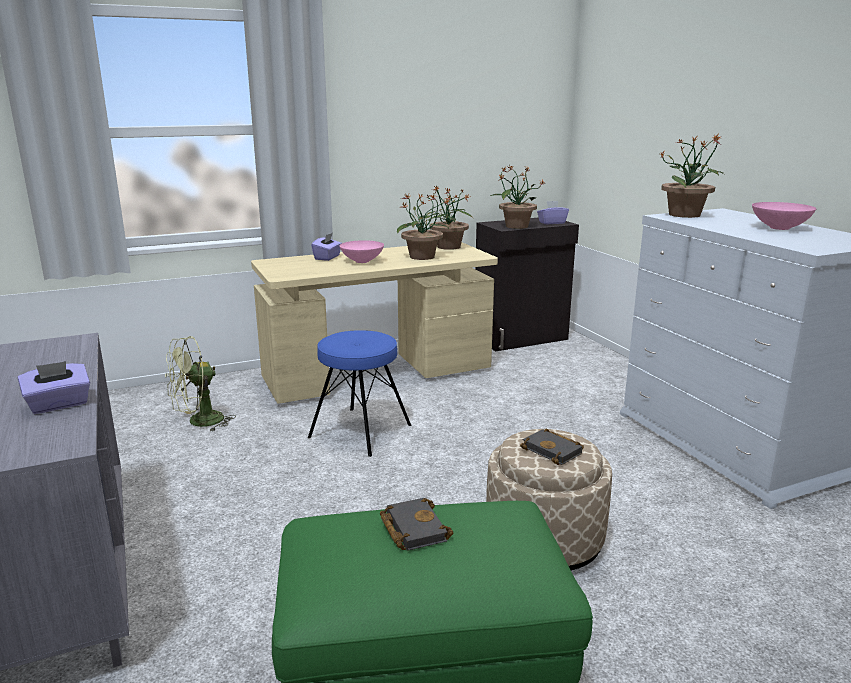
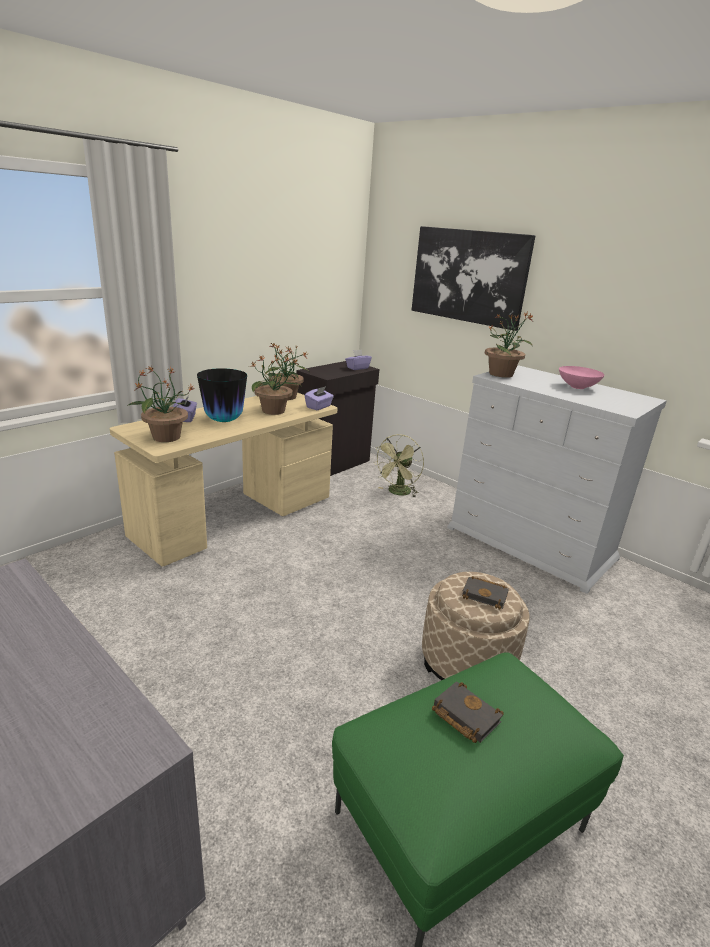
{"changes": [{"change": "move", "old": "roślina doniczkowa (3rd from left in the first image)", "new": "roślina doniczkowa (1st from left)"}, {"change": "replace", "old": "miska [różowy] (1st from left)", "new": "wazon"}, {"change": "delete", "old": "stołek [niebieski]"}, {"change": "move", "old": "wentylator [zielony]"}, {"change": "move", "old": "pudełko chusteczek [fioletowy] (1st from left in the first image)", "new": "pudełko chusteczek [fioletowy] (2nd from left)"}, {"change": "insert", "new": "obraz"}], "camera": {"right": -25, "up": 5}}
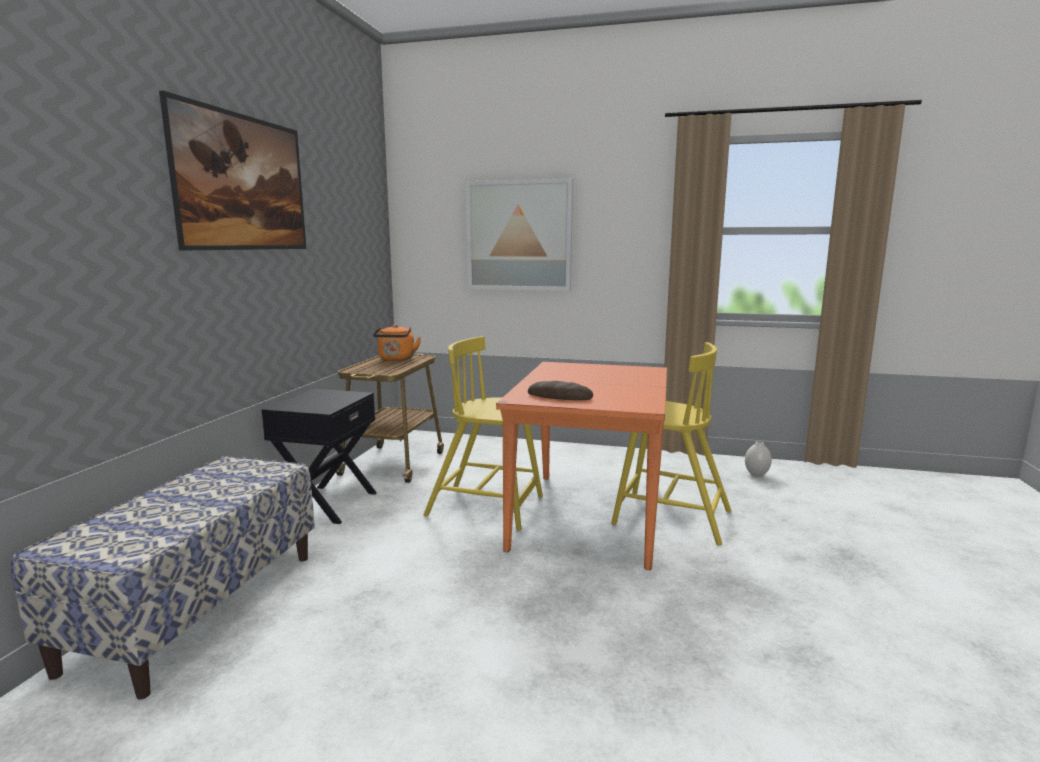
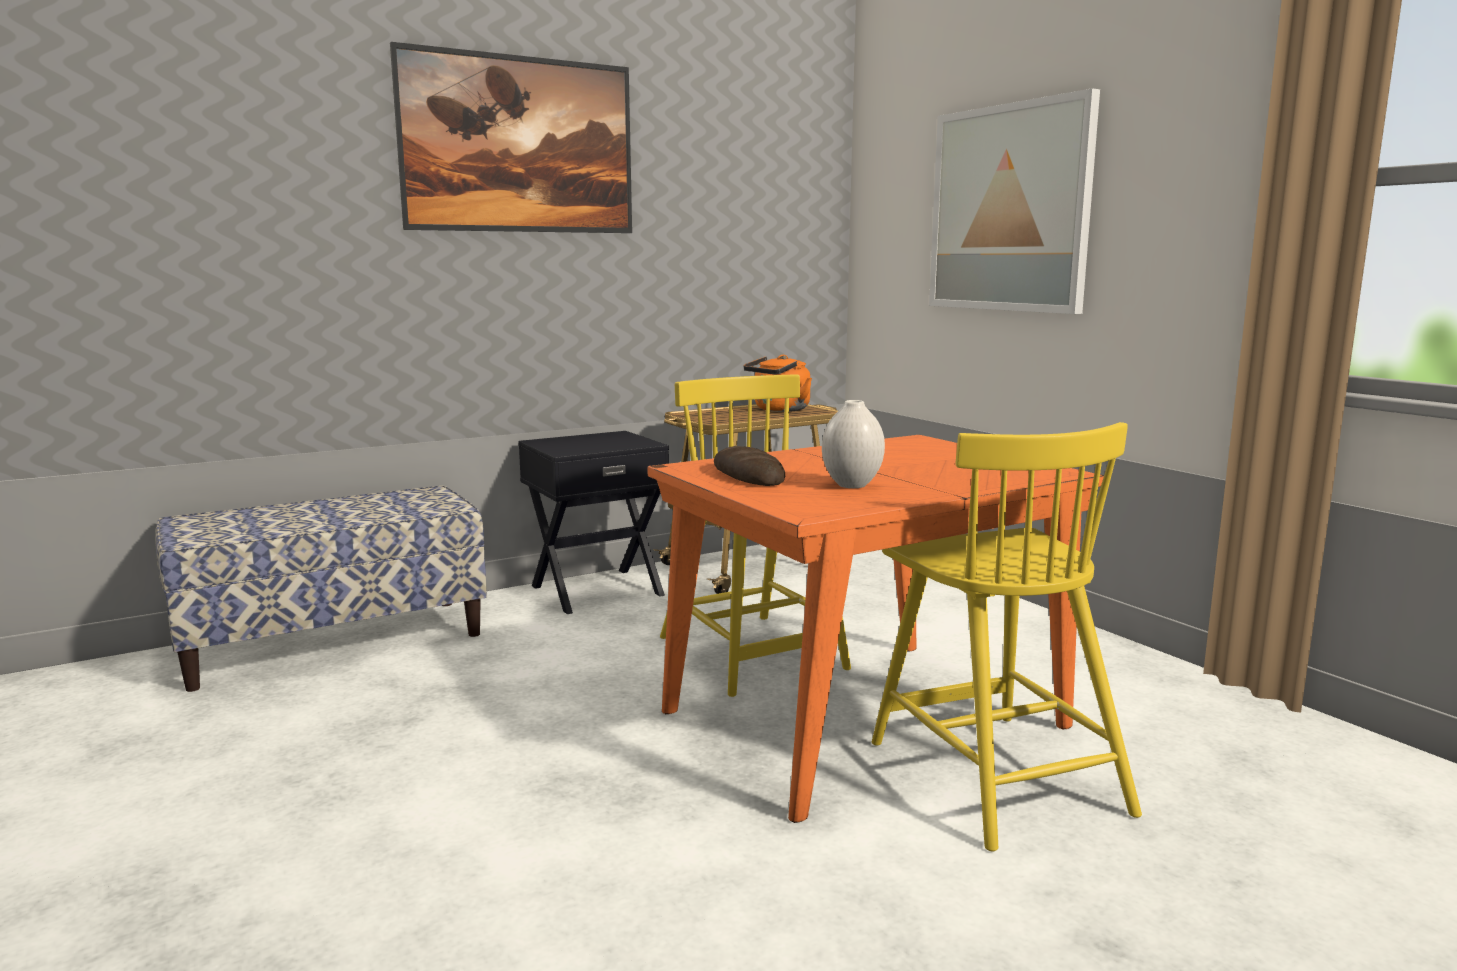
{"changes": [{"change": "move", "old": "wazon [biały]"}], "camera": {"right": 45, "up": 0}}
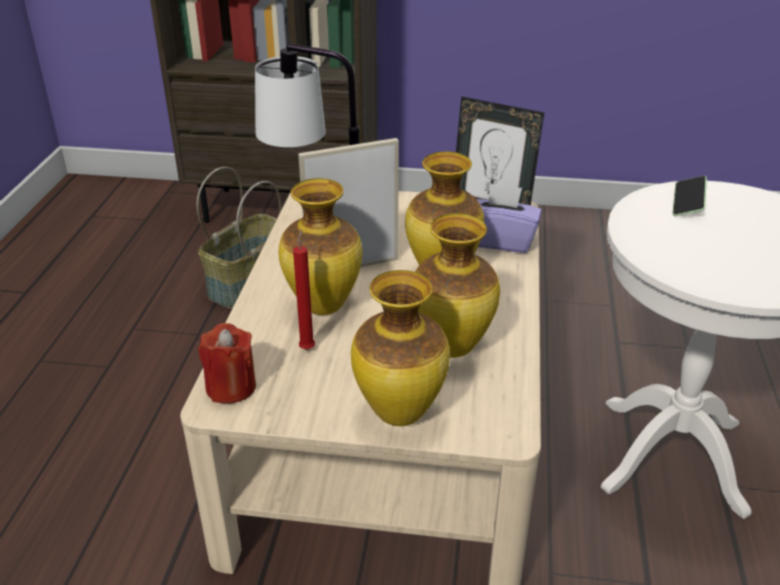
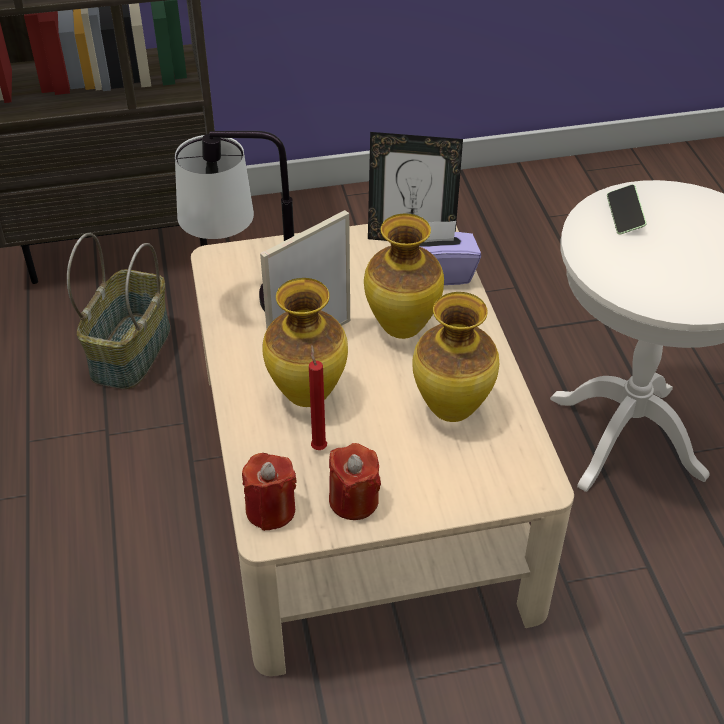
{"changes": [{"change": "delete", "old": "wazon (2nd from left)"}, {"change": "insert", "new": "świeca [czerwony] (3rd from left)"}], "camera": {"right": -20, "up": 10}}
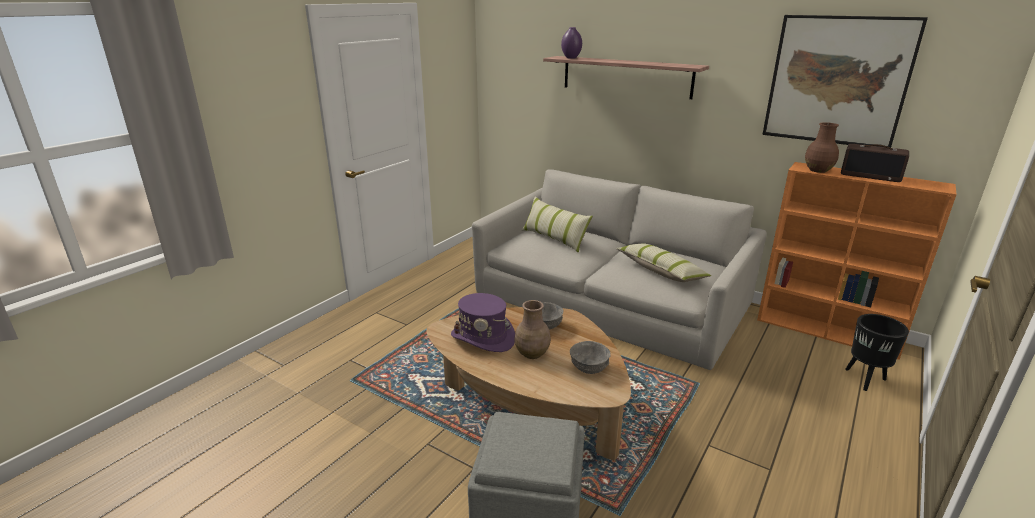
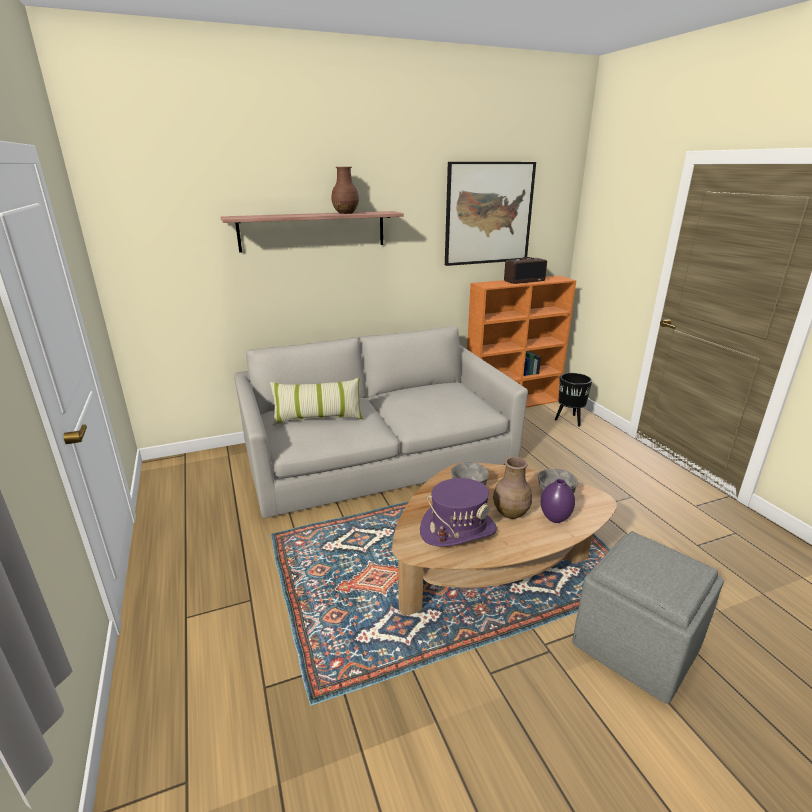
{"changes": [{"change": "move", "old": "wazon [fioletowy]"}, {"change": "move", "old": "wazon [brązowy] (2nd from left in the first image)", "new": "wazon [brązowy] (1st from left)"}, {"change": "delete", "old": "poduszka (2nd from left)"}], "camera": {"right": -55, "up": 0}}
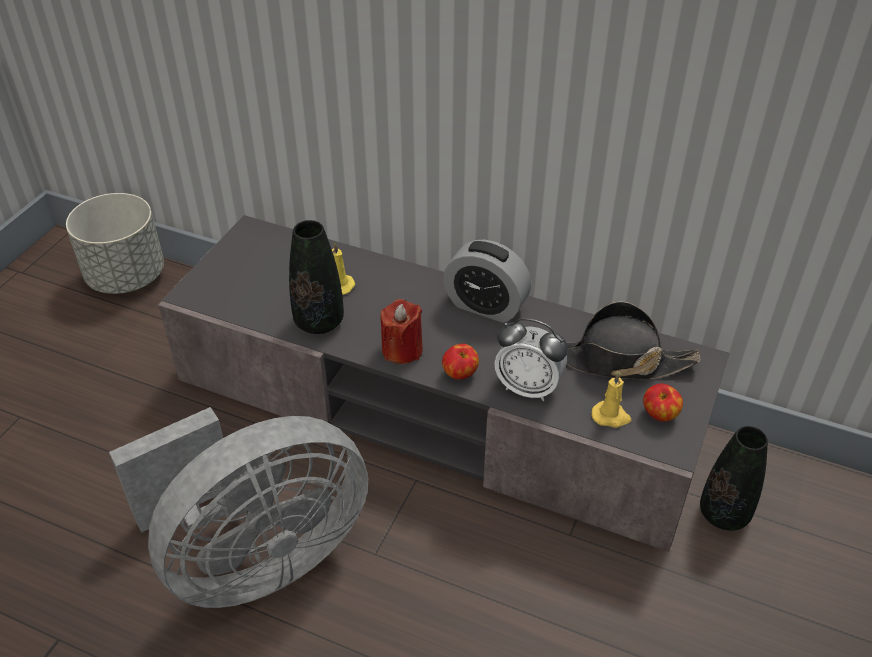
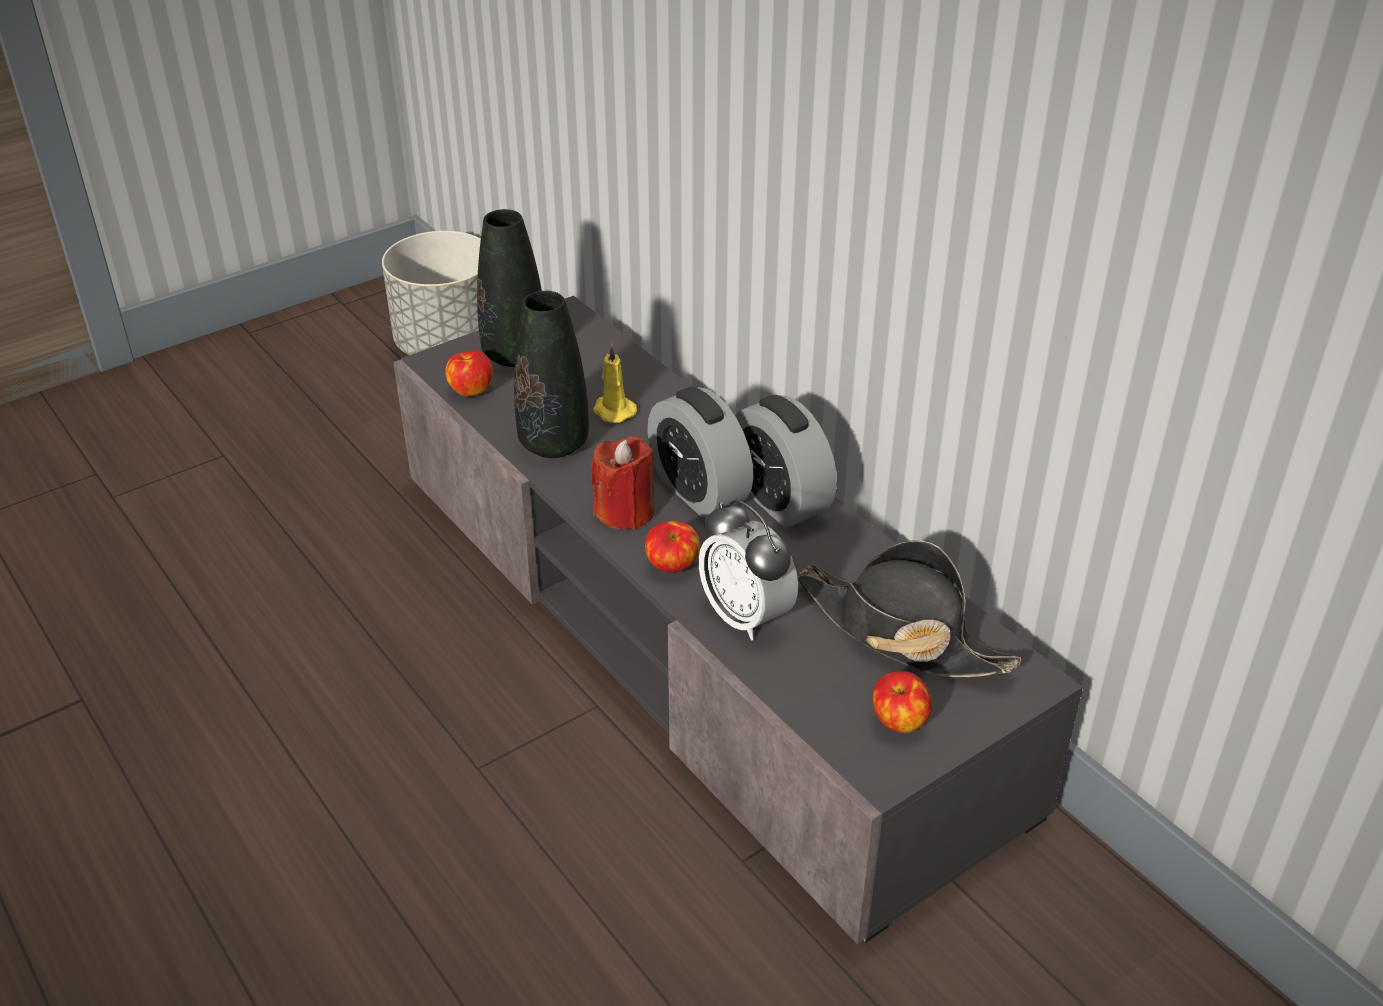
{"changes": [{"change": "delete", "old": "świeca [żółty] (2nd from left)"}, {"change": "delete", "old": "wentylator [szary]"}, {"change": "move", "old": "wazon [czarny] (2nd from left in the first image)", "new": "wazon [czarny] (1st from left)"}, {"change": "insert", "new": "jabłko (1st from left)"}, {"change": "insert", "new": "budzik (1st from left)"}], "camera": {"right": 30, "up": -5}}
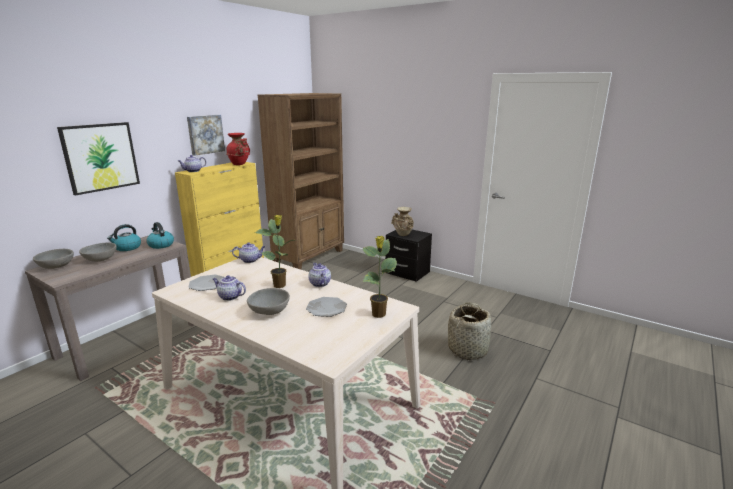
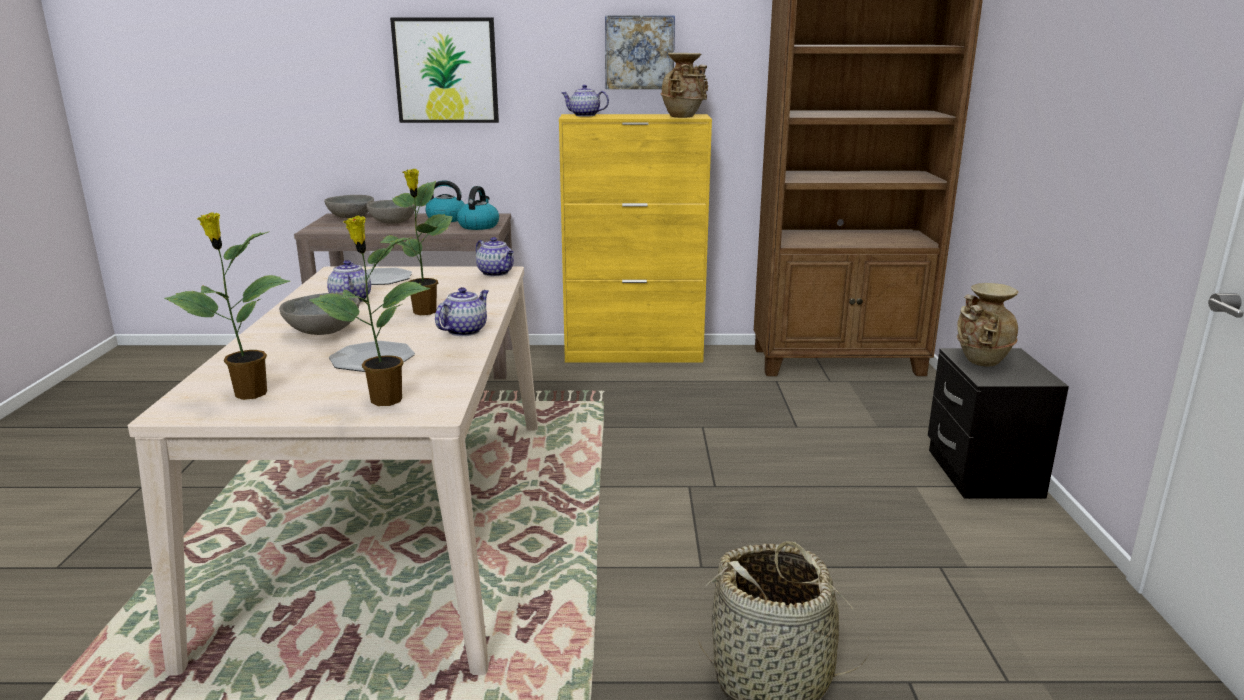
{"changes": [{"change": "recolor", "old": "wazon [czerwony]", "new": "wazon [beżowy] (1st from left)"}, {"change": "insert", "new": "roślina doniczkowa (1st from left)"}], "camera": {"right": 55, "up": 0}}
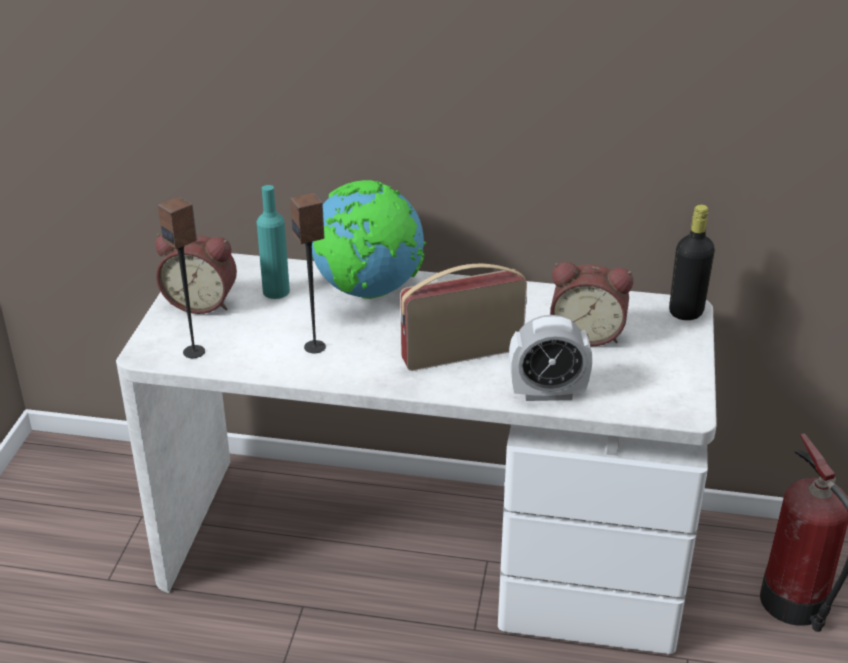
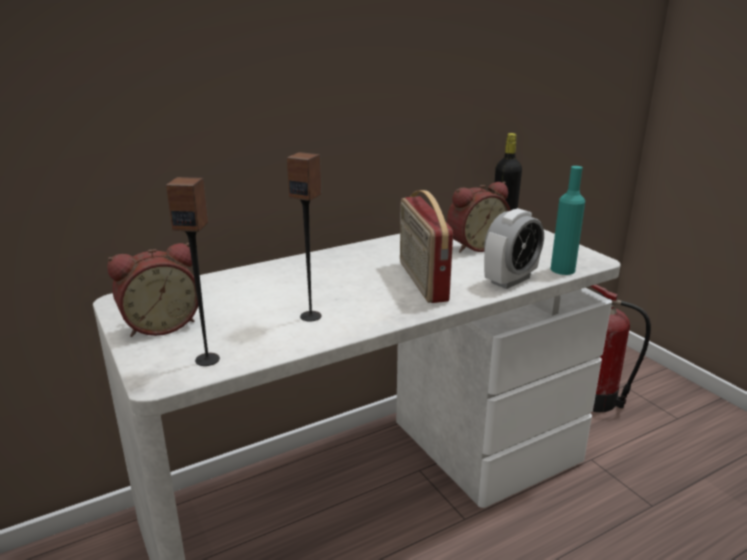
{"changes": [{"change": "delete", "old": "globus"}, {"change": "move", "old": "butelka [turkusowy]"}, {"change": "rotate", "old": "radio", "degrees": -45}], "camera": {"right": -40, "up": -10}}
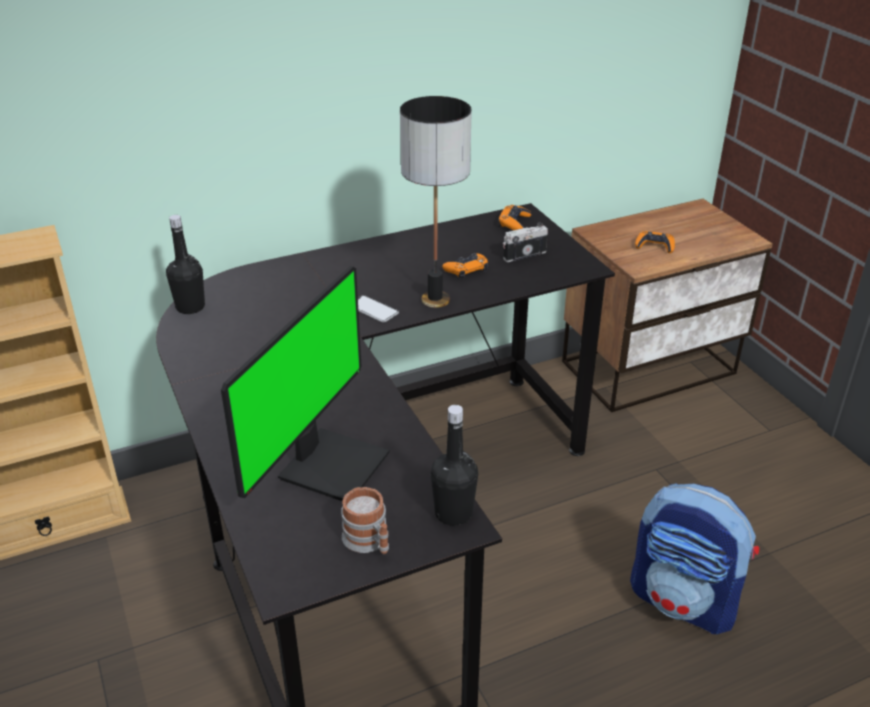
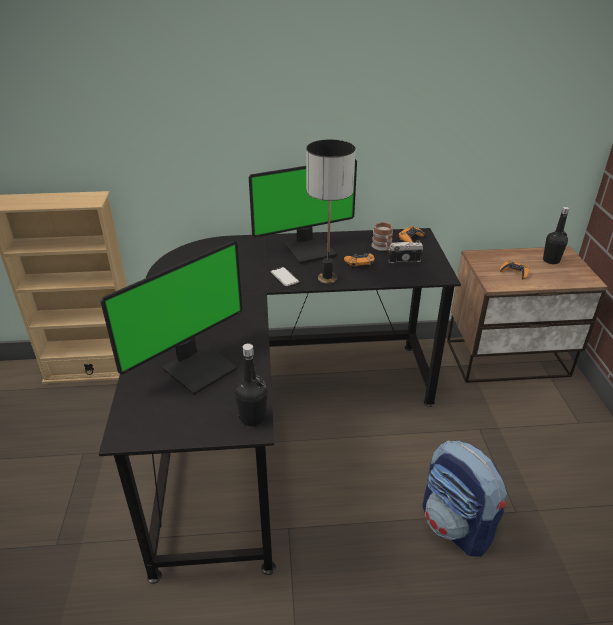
{"changes": [{"change": "move", "old": "butelka [czarny] (1st from left in the first image)", "new": "butelka [czarny] (2nd from left)"}, {"change": "move", "old": "kubek"}, {"change": "insert", "new": "monitor (2nd from left)"}], "camera": {"right": 20, "up": 0}}
